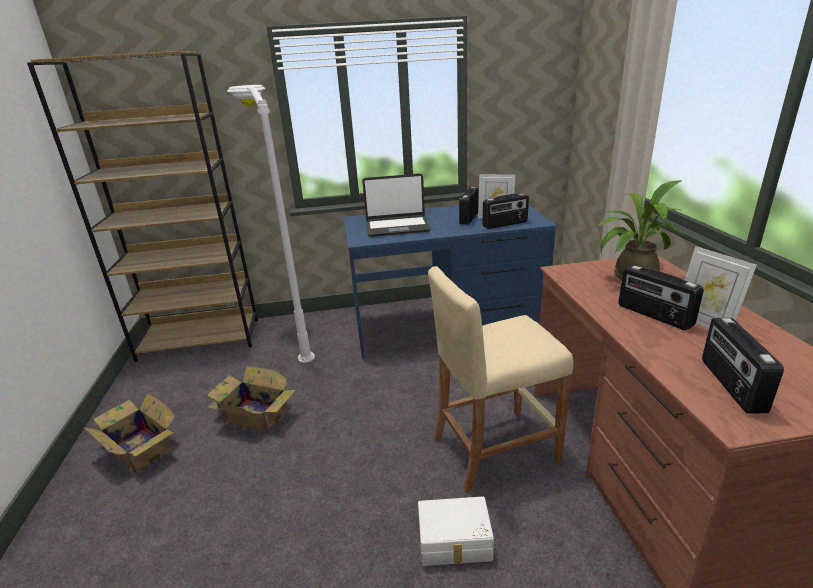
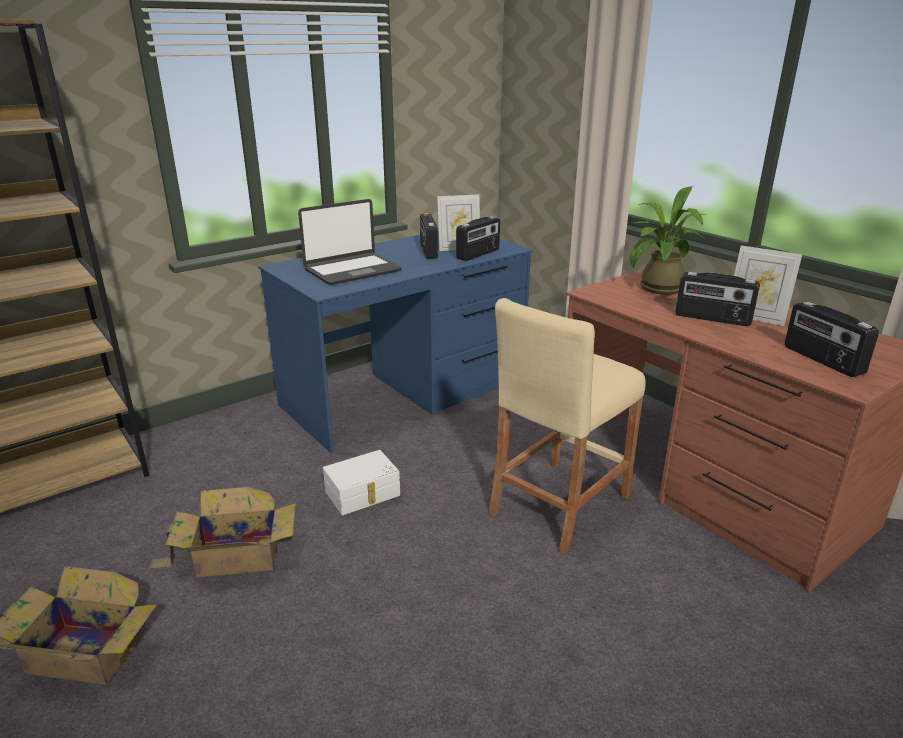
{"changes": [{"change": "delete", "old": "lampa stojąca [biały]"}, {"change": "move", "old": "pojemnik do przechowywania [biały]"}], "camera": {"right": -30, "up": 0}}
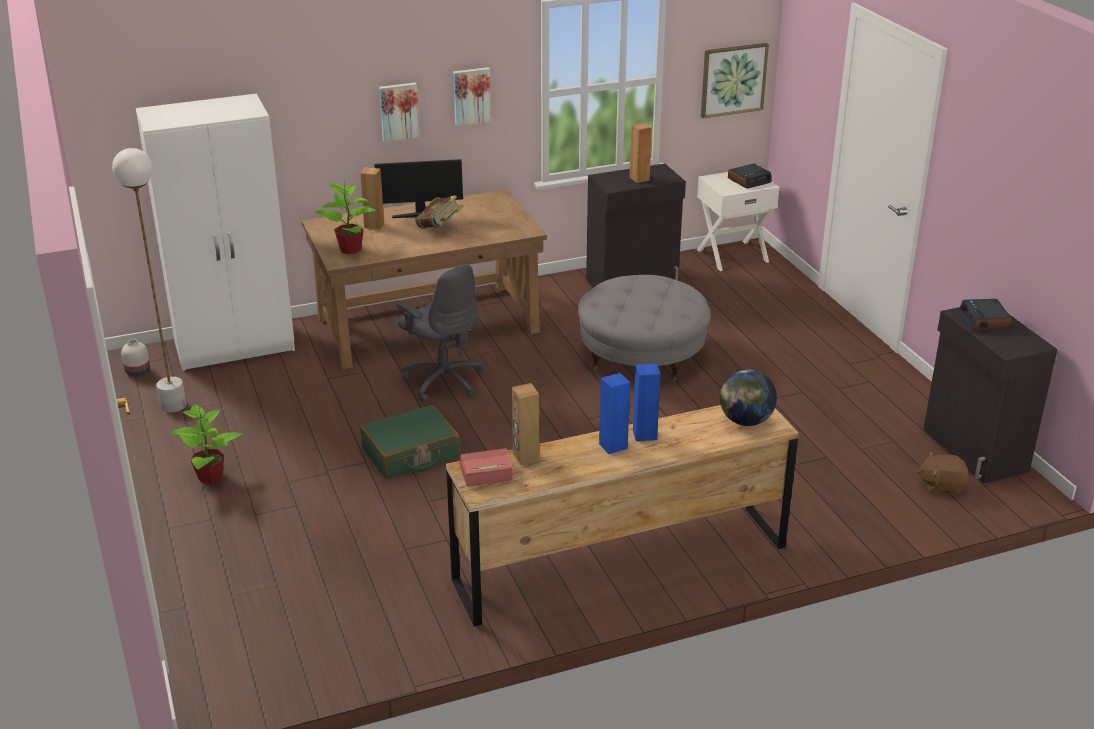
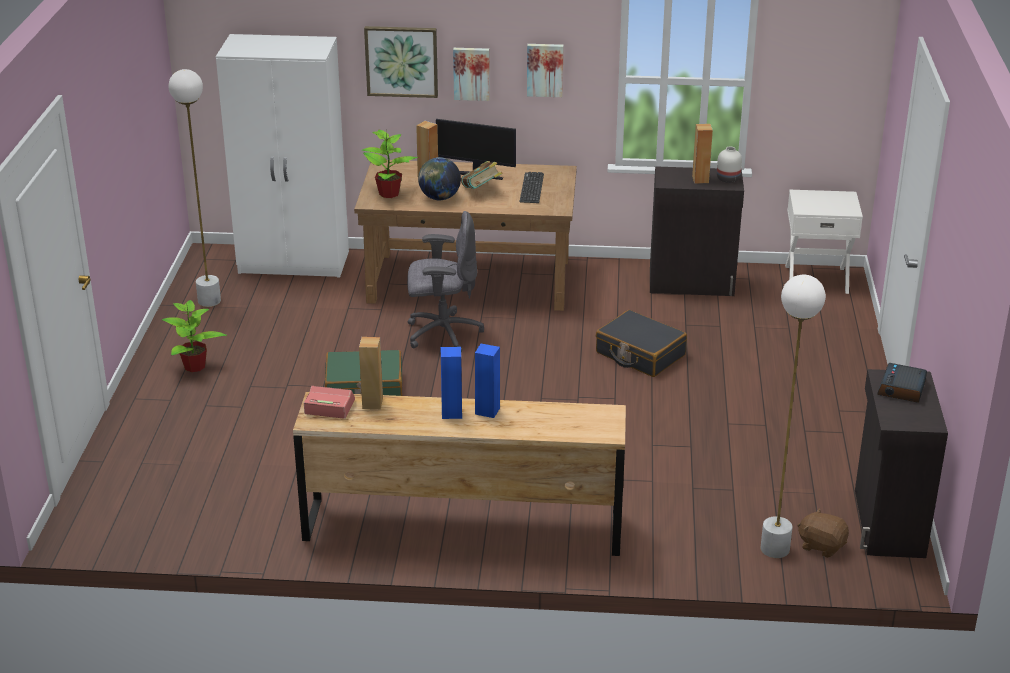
{"changes": [{"change": "move", "old": "obraz (3rd from left in the first image)", "new": "obraz (1st from left)"}, {"change": "delete", "old": "budzik (2nd from left)"}, {"change": "rotate", "old": "krzesło biurowe [szary]", "degrees": -75}, {"change": "replace", "old": "pufa [szary]", "new": "walizka [czarny]"}, {"change": "move", "old": "wazon [biały]"}, {"change": "move", "old": "globus"}, {"change": "insert", "new": "klawiatura"}, {"change": "insert", "new": "lampa stojąca [biały] (2nd from left)"}], "camera": {"right": 25, "up": 0}}
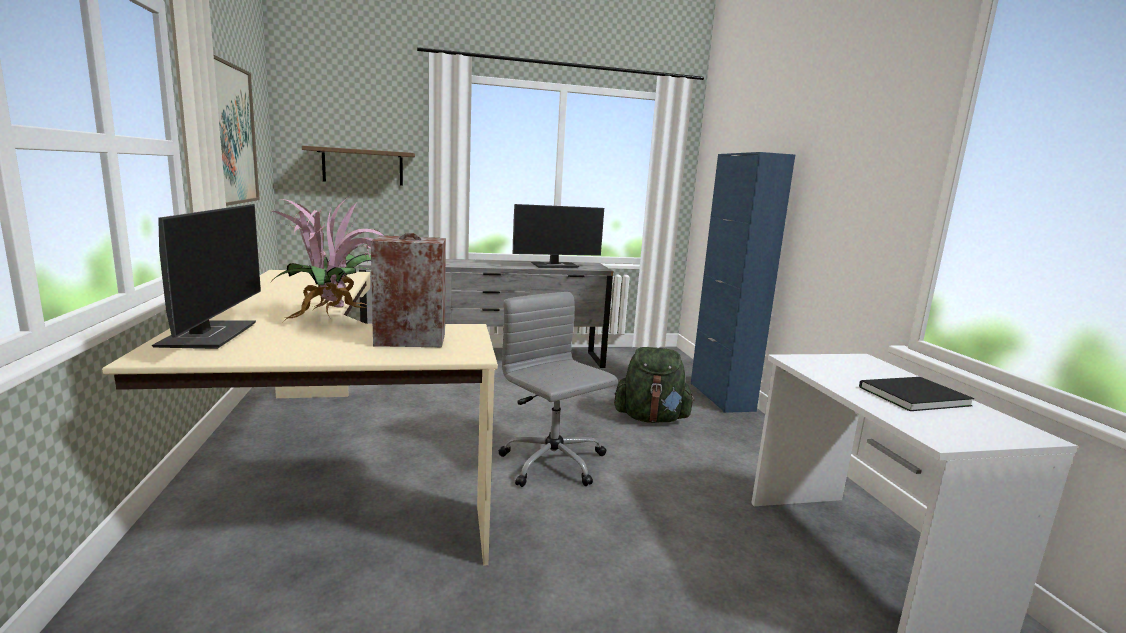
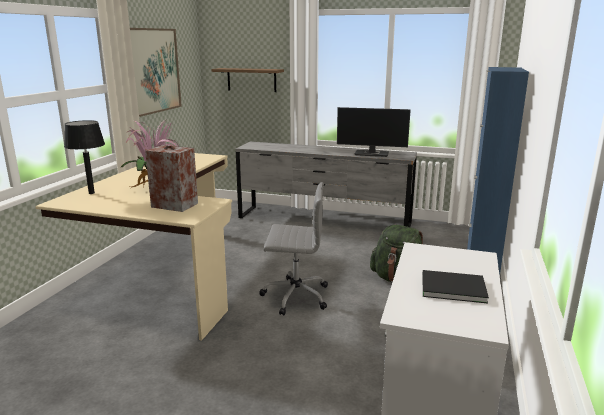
{"changes": [{"change": "replace", "old": "monitor (1st from left)", "new": "lampa stołowa [czarny]"}, {"change": "rotate", "old": "krzesło biurowe [szary]", "degrees": 105}], "camera": {"right": 30, "up": 5}}
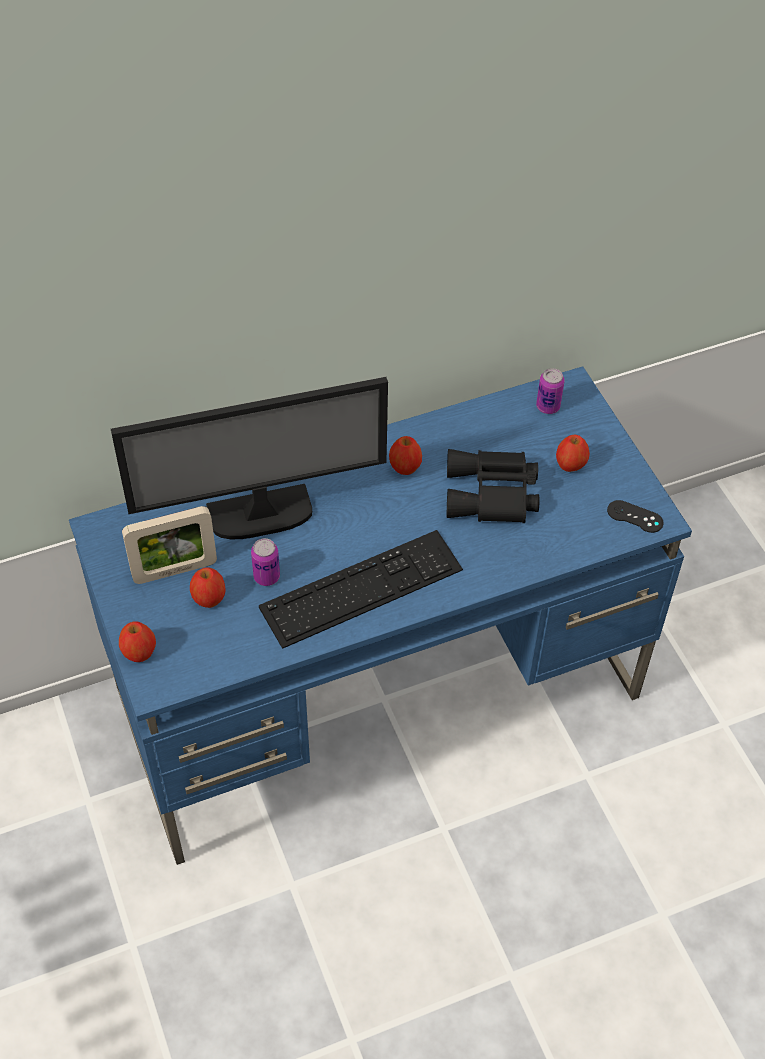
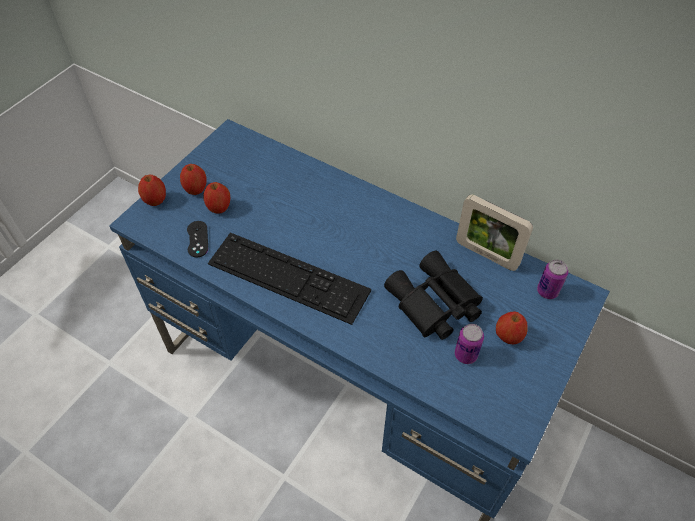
{"changes": [{"change": "delete", "old": "monitor"}, {"change": "move", "old": "jabłko (3rd from left in the first image)", "new": "jabłko (2nd from left)"}, {"change": "move", "old": "pad do gier [czarny]"}, {"change": "move", "old": "ramka na zdjęcie"}, {"change": "move", "old": "puszka (1st from left)"}], "camera": {"right": 55, "up": 0}}
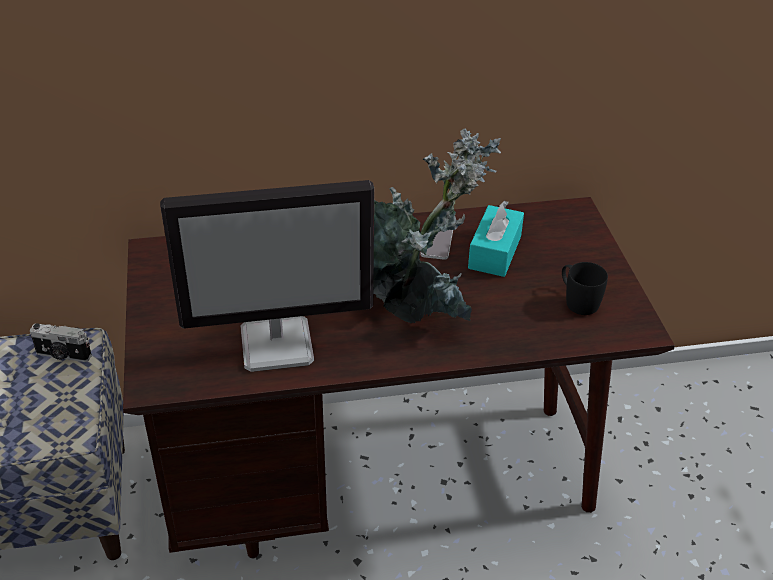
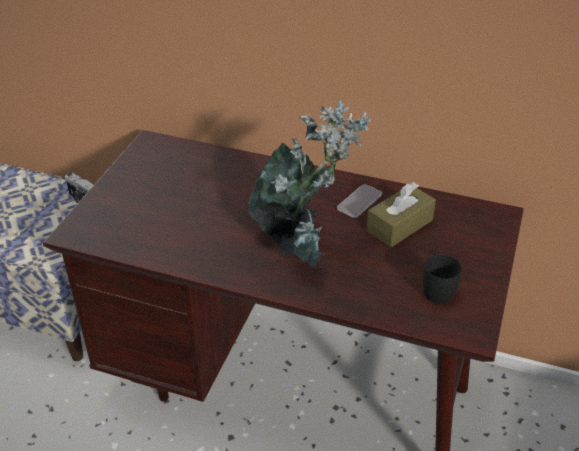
{"changes": [{"change": "delete", "old": "monitor"}, {"change": "recolor", "old": "pudełko chusteczek [turkusowy]", "new": "pudełko chusteczek [brązowy]"}], "camera": {"right": 30, "up": 0}}
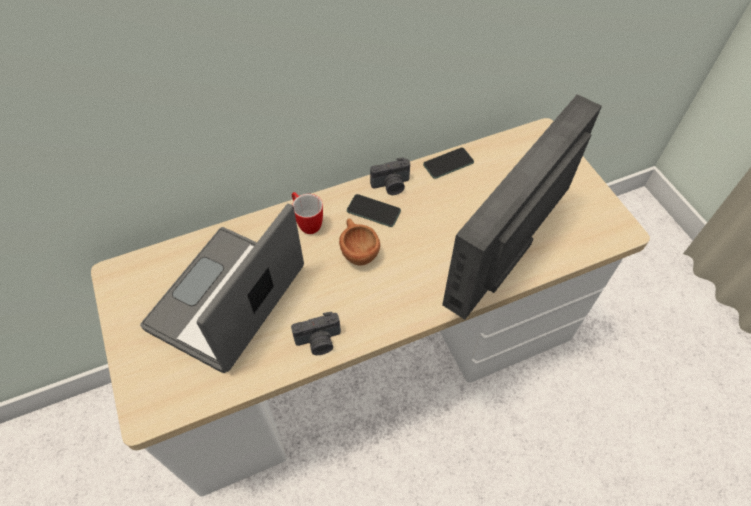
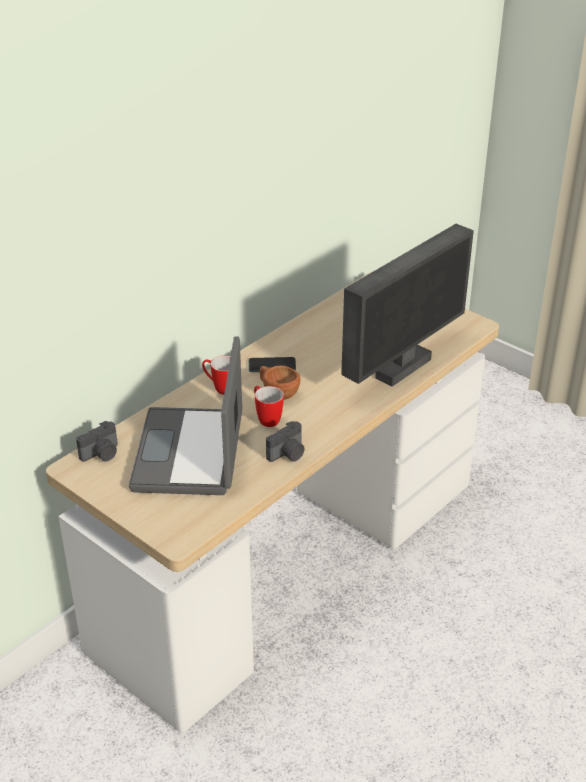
{"changes": [{"change": "rotate", "old": "monitor", "degrees": -150}, {"change": "delete", "old": "telefon (2nd from left)"}, {"change": "move", "old": "aparat fotograficzny (2nd from left in the first image)", "new": "aparat fotograficzny (1st from left)"}, {"change": "insert", "new": "kubek (2nd from left)"}], "camera": {"right": -25, "up": -20}}
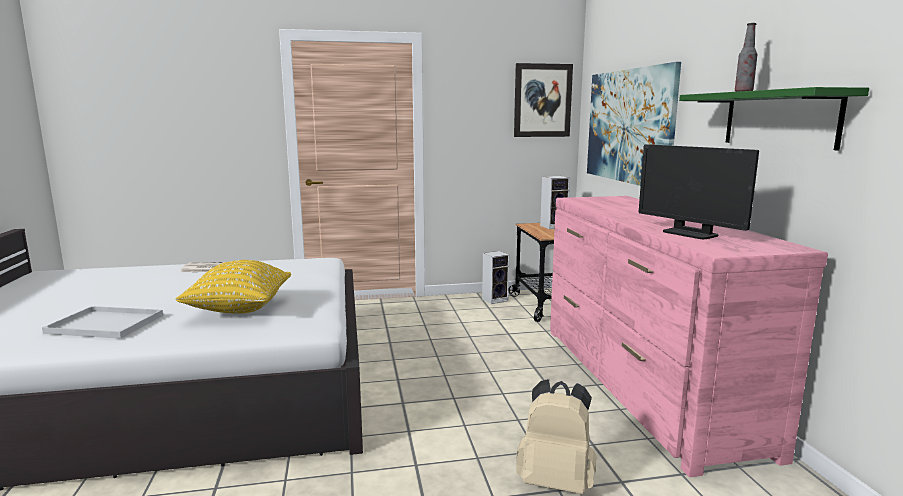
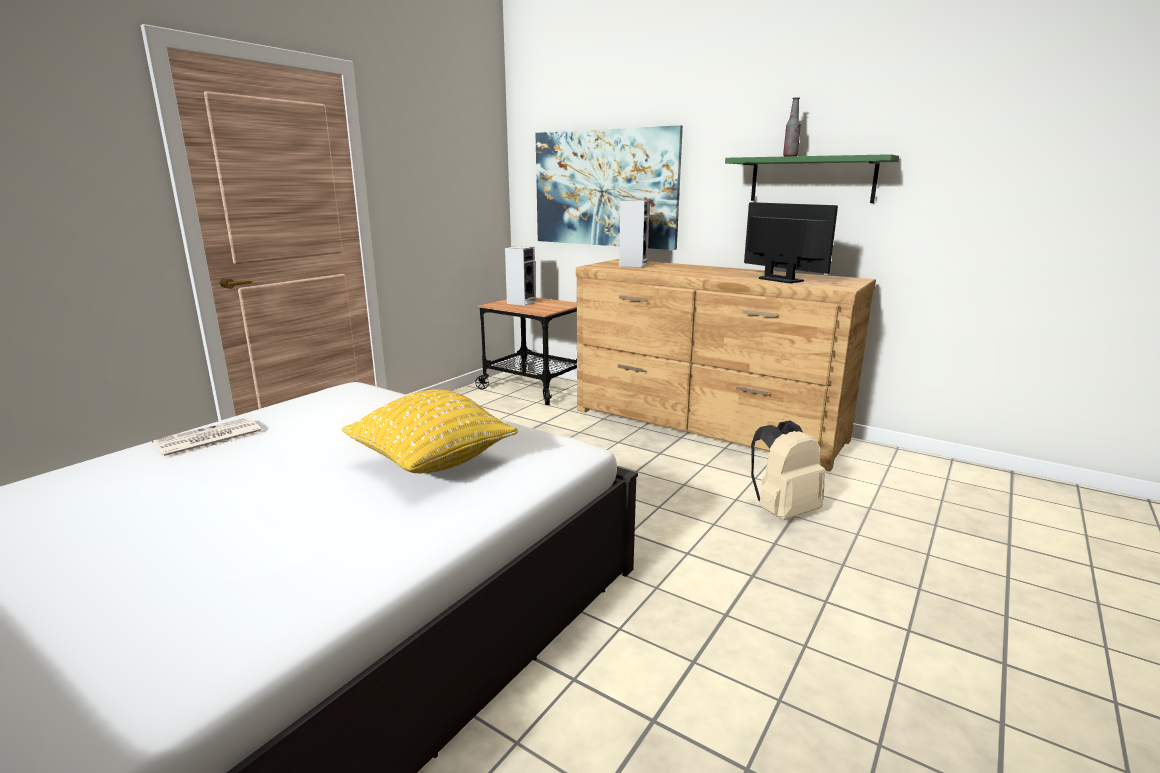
{"changes": [{"change": "delete", "old": "obraz (1st from left)"}, {"change": "rotate", "old": "monitor", "degrees": -135}, {"change": "recolor", "old": "komoda [różowy]", "new": "komoda [brązowy]"}, {"change": "move", "old": "głośnik (1st from left in the first image)", "new": "głośnik (2nd from left)"}, {"change": "delete", "old": "taca [biały]"}], "camera": {"right": -45, "up": 5}}
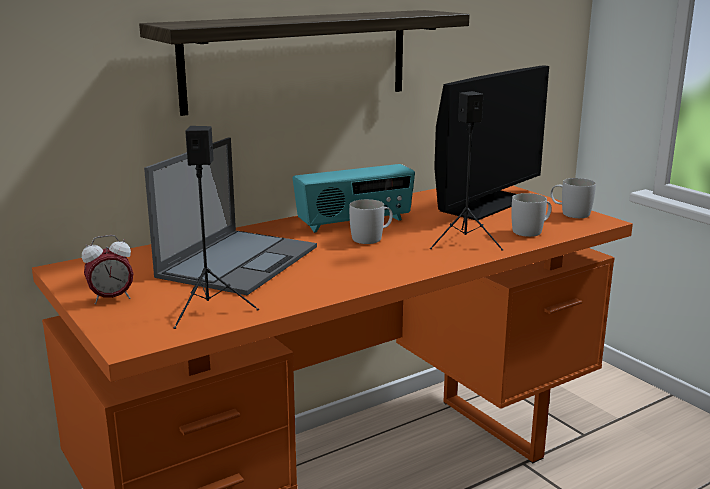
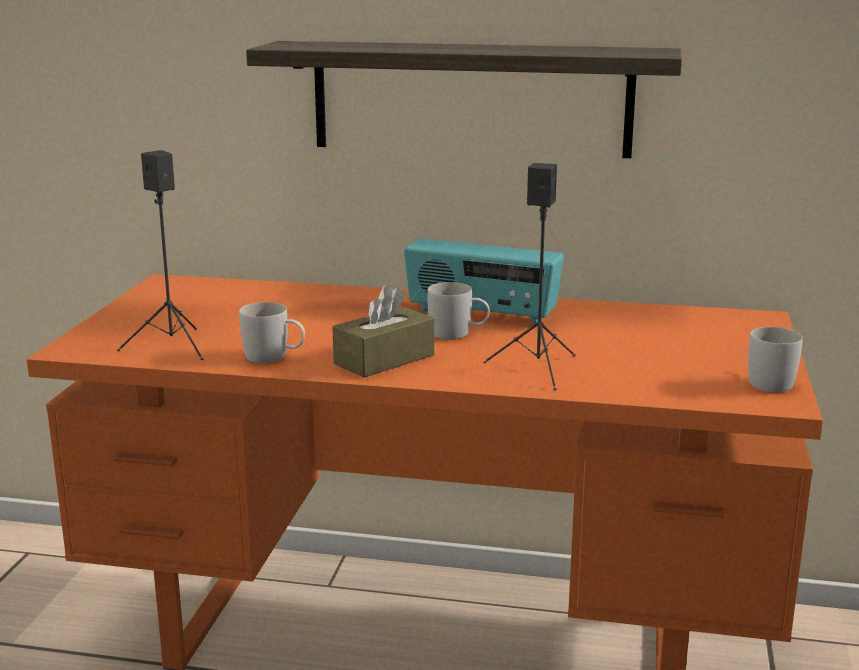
{"changes": [{"change": "delete", "old": "monitor"}, {"change": "delete", "old": "laptop"}, {"change": "move", "old": "kubek [biały] (2nd from left in the first image)", "new": "kubek [biały] (1st from left)"}, {"change": "delete", "old": "budzik"}, {"change": "insert", "new": "pudełko chusteczek [brązowy]"}], "camera": {"right": 45, "up": 0}}
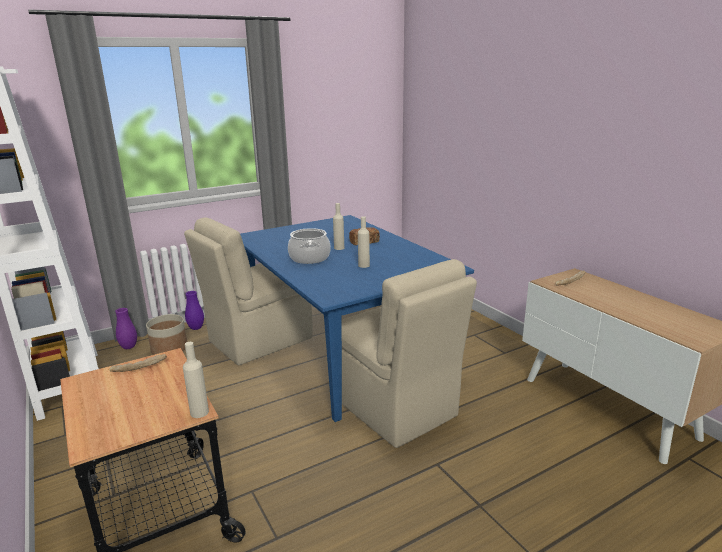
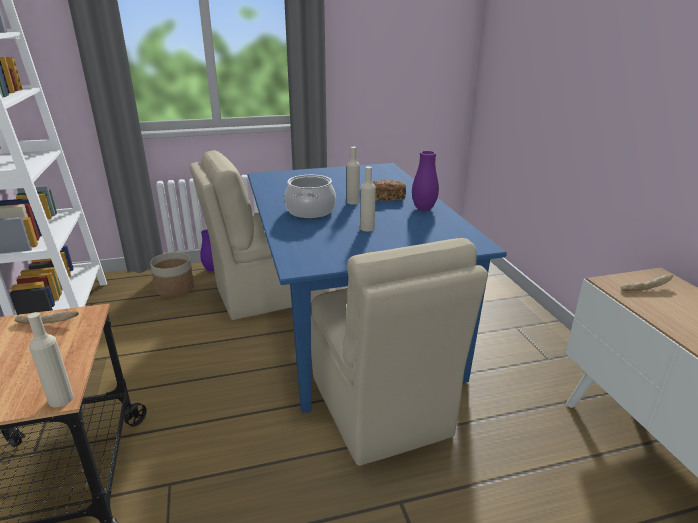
{"changes": [{"change": "move", "old": "wazon [fioletowy] (1st from left in the first image)", "new": "wazon [fioletowy] (2nd from left)"}], "camera": {"right": 15, "up": 5}}
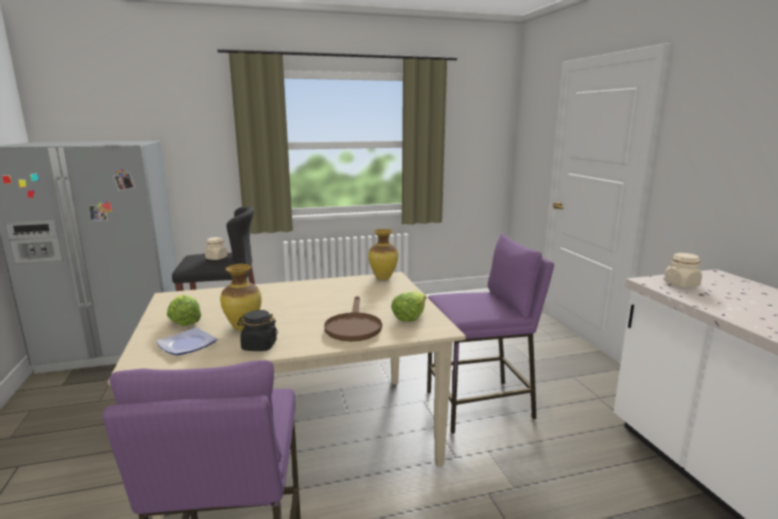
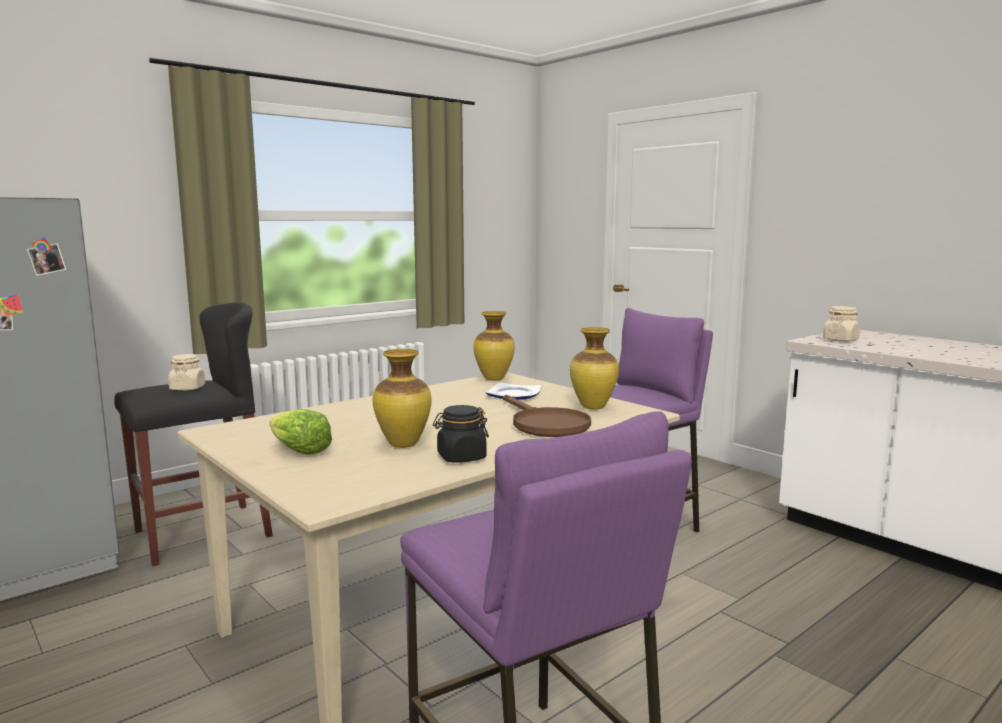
{"changes": [{"change": "replace", "old": "sałata (2nd from left)", "new": "wazon (3rd from left)"}, {"change": "move", "old": "talerz"}], "camera": {"right": -25, "up": -5}}
